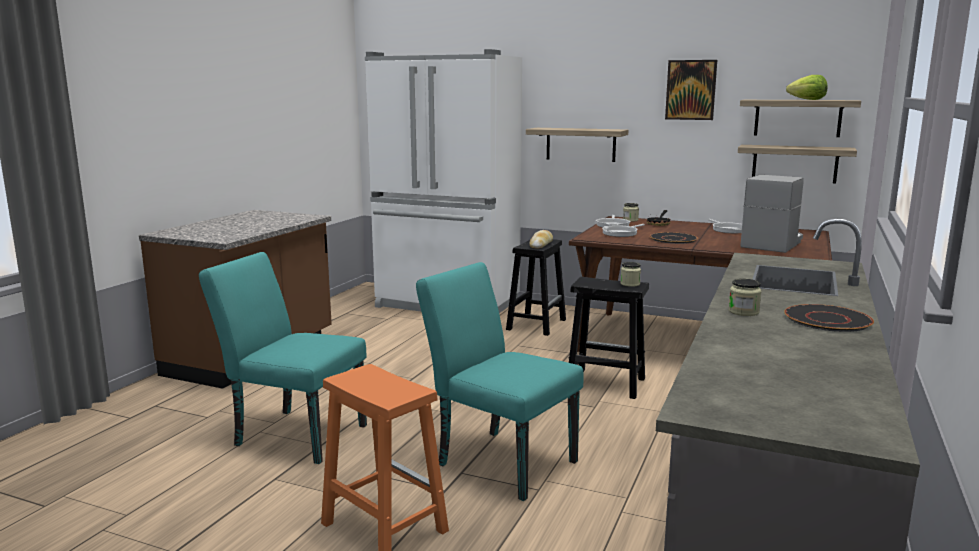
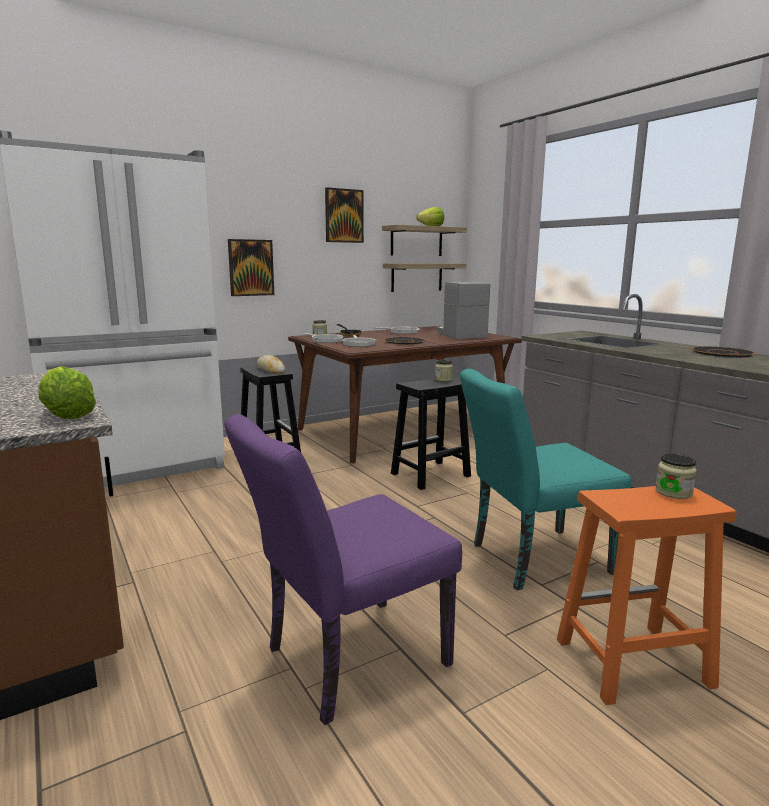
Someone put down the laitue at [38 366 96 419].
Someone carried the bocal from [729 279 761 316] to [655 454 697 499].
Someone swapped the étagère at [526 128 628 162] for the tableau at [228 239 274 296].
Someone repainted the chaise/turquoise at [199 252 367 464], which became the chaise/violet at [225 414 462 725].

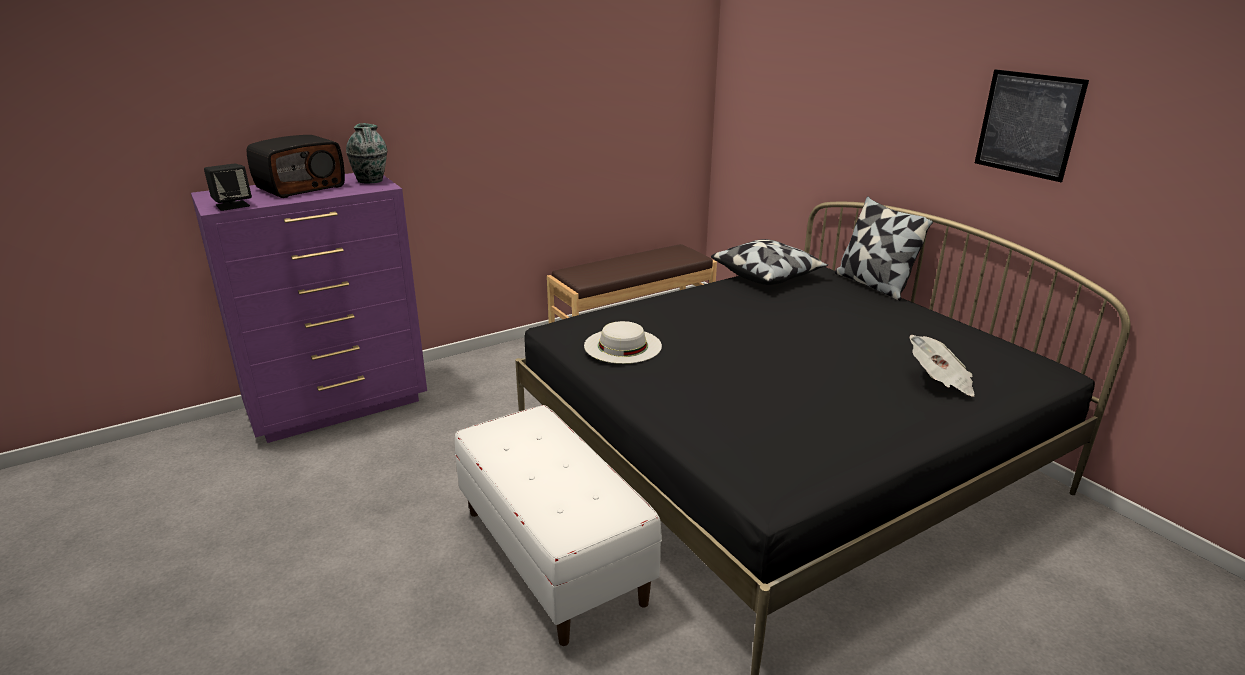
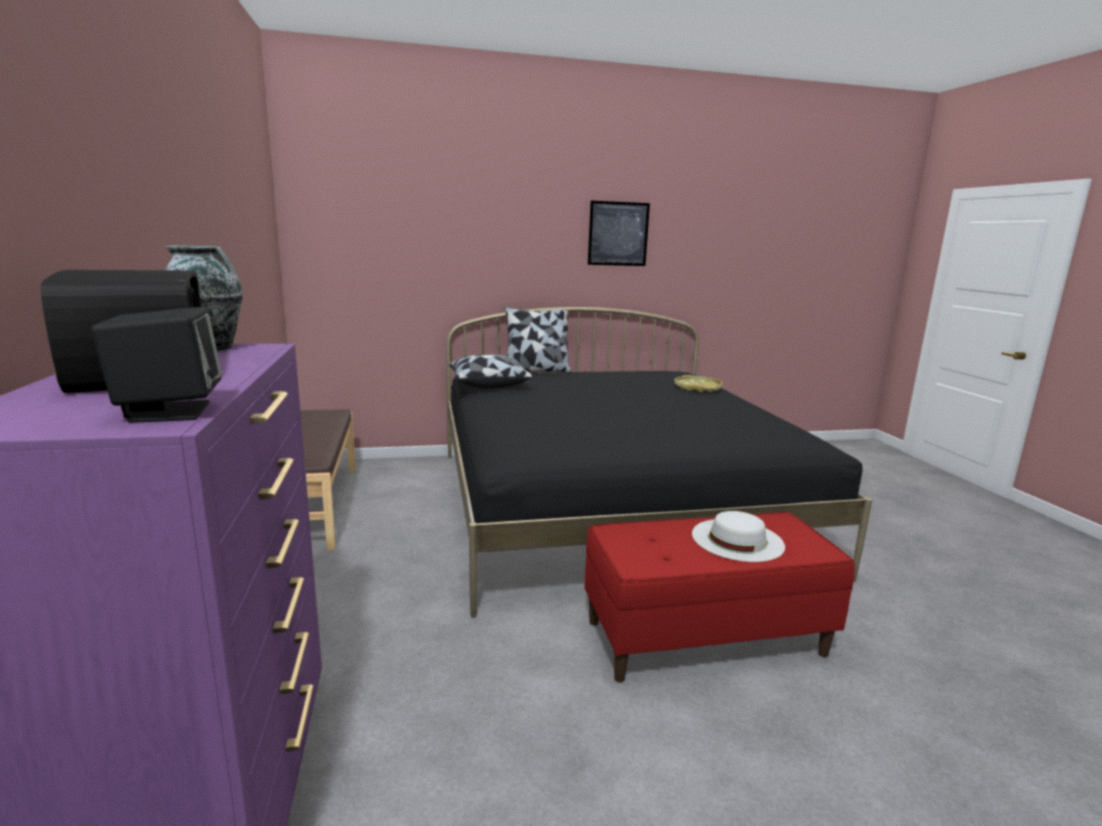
Someone carried the chapeau/blanc from [584 321 662 364] to [692 511 785 562].
Someone swapped the journal at [909 335 974 397] for the plateau/jaune at [674 375 723 392].
Someone repainted the banc/blanc at [455 405 662 646], which became the banc/rouge at [585 512 855 683].

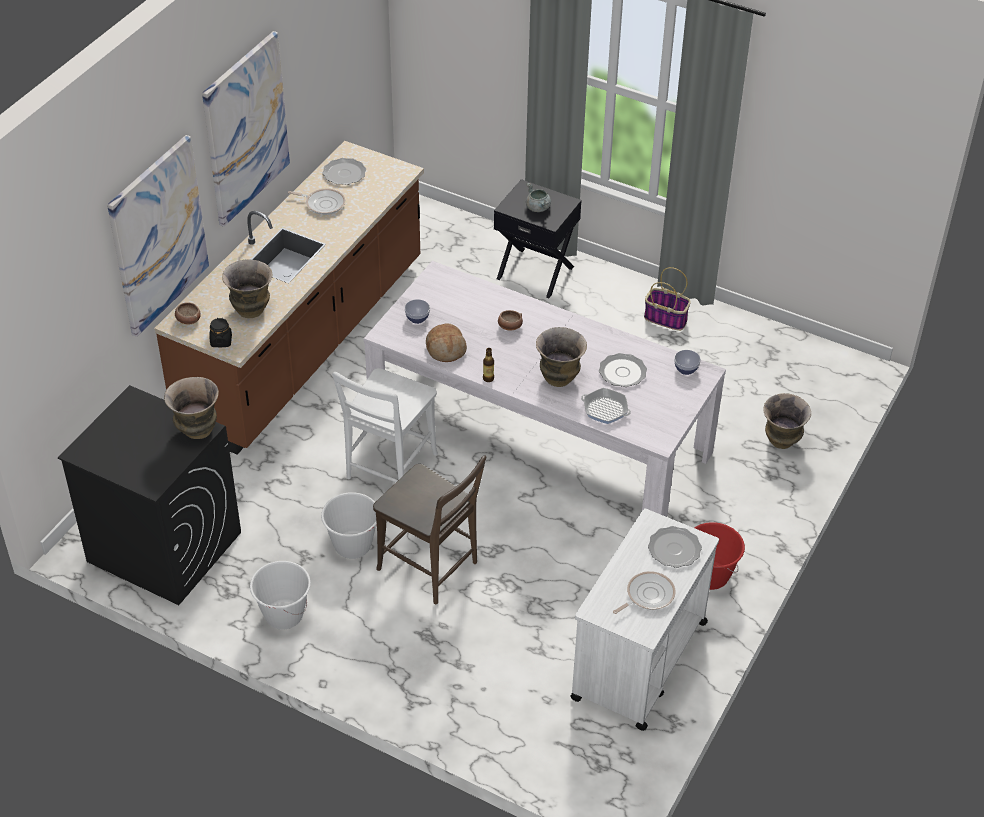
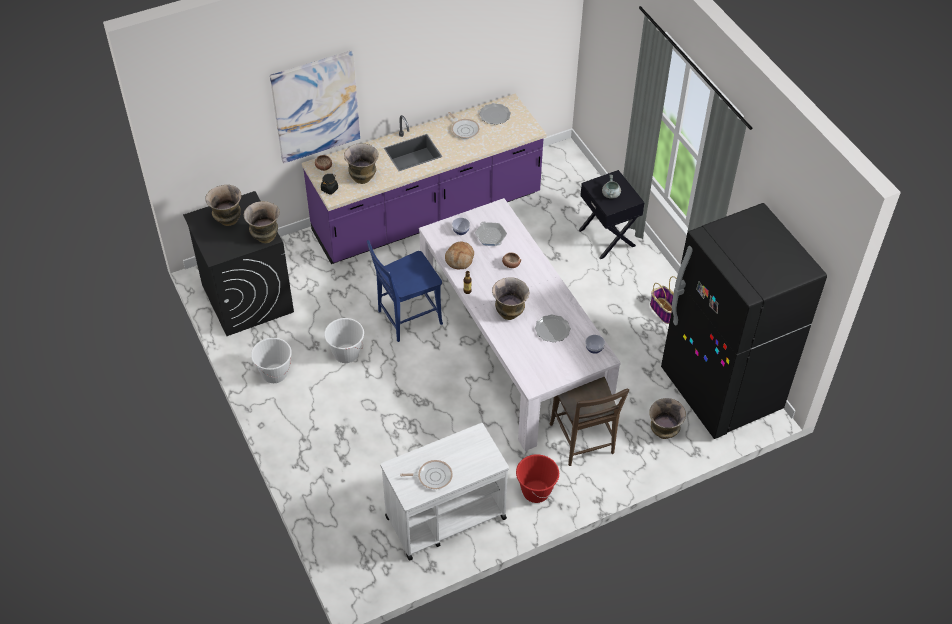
Someone took away the tableau at [202 31 290 227].
Someone took away the assiette at [648 526 702 568].
Someone put down the vase at [205 185 242 226].
Someone put down the réfrigérateur/noir at [661 203 827 439].
Someone carried the chaise/marron from [373 455 487 604] to [550 376 629 466].
Someone carried the poêle from [581 388 631 424] to [475 222 507 246].
Someone repainted the comptoir de cuisine/marron at [154 141 424 455], which became the comptoir de cuisine/violet at [302 94 547 264].
Someone repainted the chaise/blanc at [332 368 438 482], which became the chaise/bleu at [367 240 443 342].

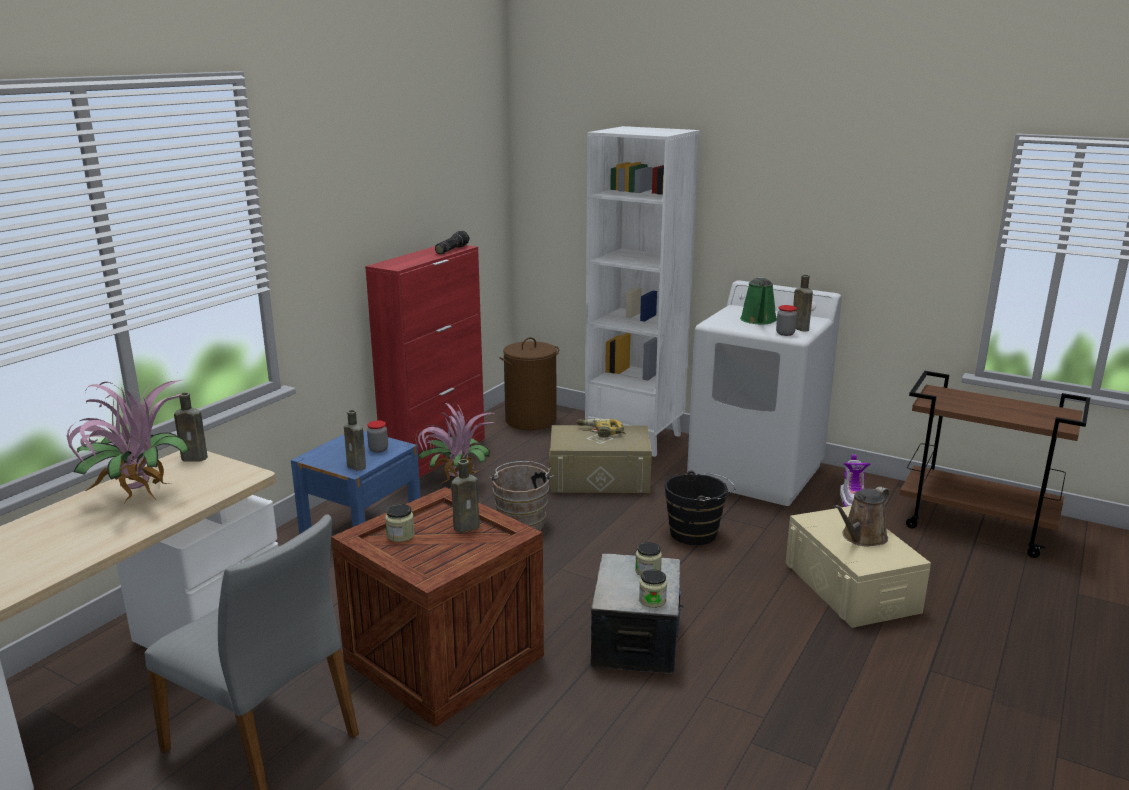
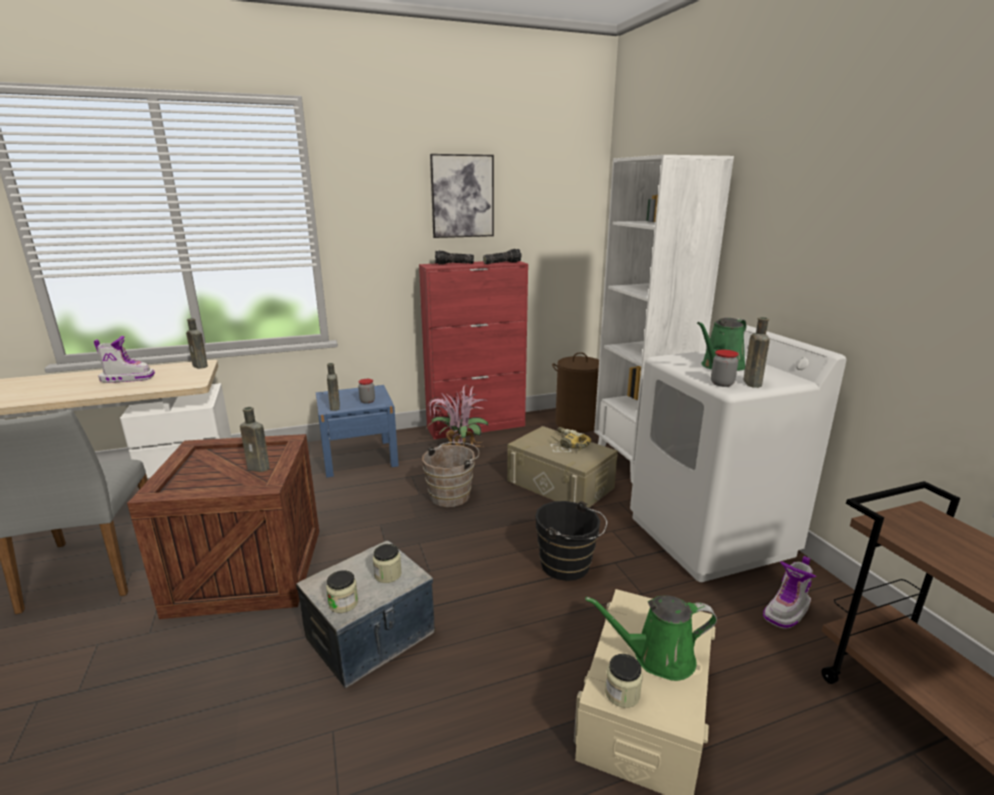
Someone put up the tableau at [430 154 494 238].
Someone put down the lampe de poche at [435 250 474 264].
Someone carried the bocal from [385 504 415 542] to [605 654 643 708].
Someone swapped the plante en pot at [67 376 189 504] for the botte at [94 336 155 383].
Someone repainted the arrosoir/marron at [834 487 890 547], which became the arrosoir/vert at [585 596 717 681].

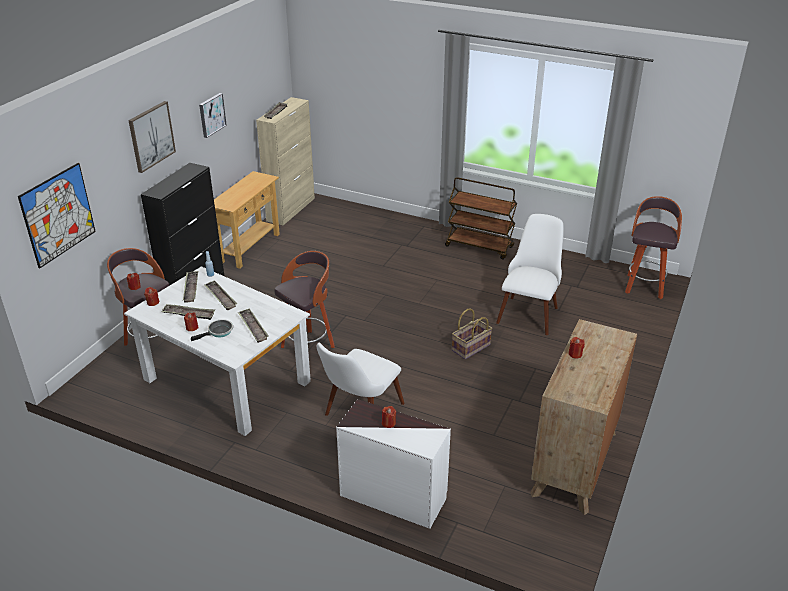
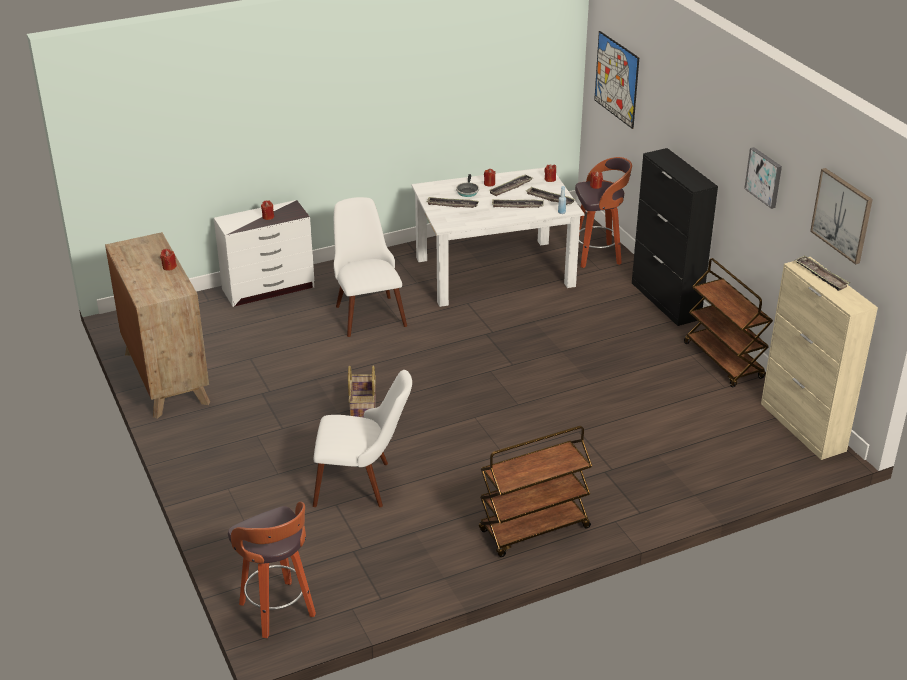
Someone took away the tabouret at [274 251 335 348].
Someone carried the tableau from [128 101 176 173] to [810 168 873 264].
Someone swapped the table console/beige at [214 171 280 269] for the chariot/marron at [684 258 773 387].
Someone rotated the chaise/blanc at [496 214 564 335] by 60 degrees counterclockwise.

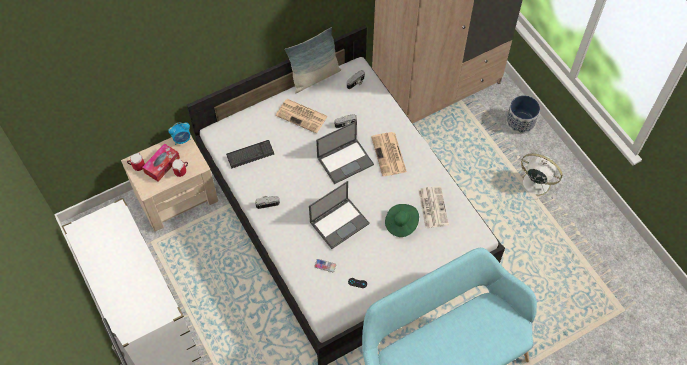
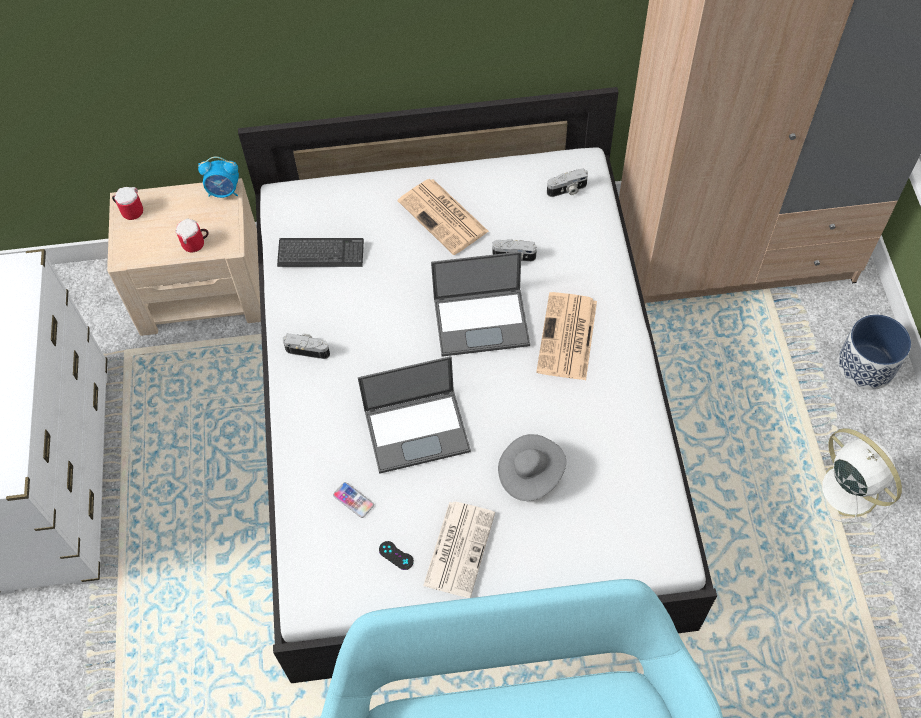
Someone took away the boîte à mouchoirs at [142 143 180 181].
Someone took away the coussin at [285 27 341 93].
Someone carried the journal from [418 186 449 228] to [423 502 495 598].
Someone repainted the chapeau/vert at [385 204 419 237], which became the chapeau/gris at [498 434 566 501].

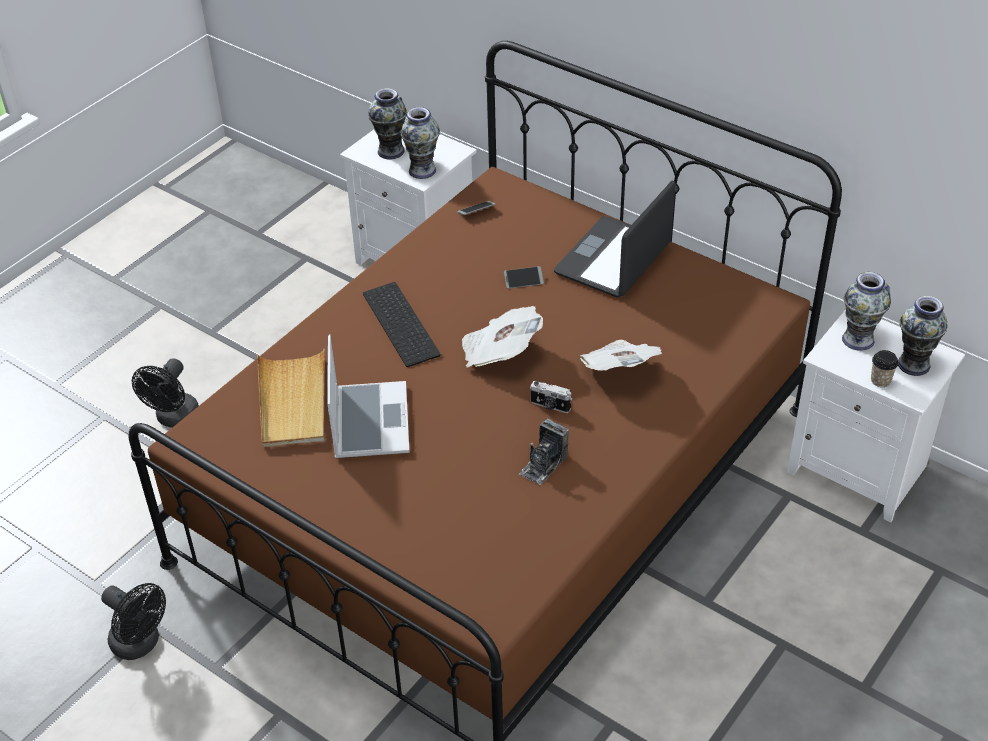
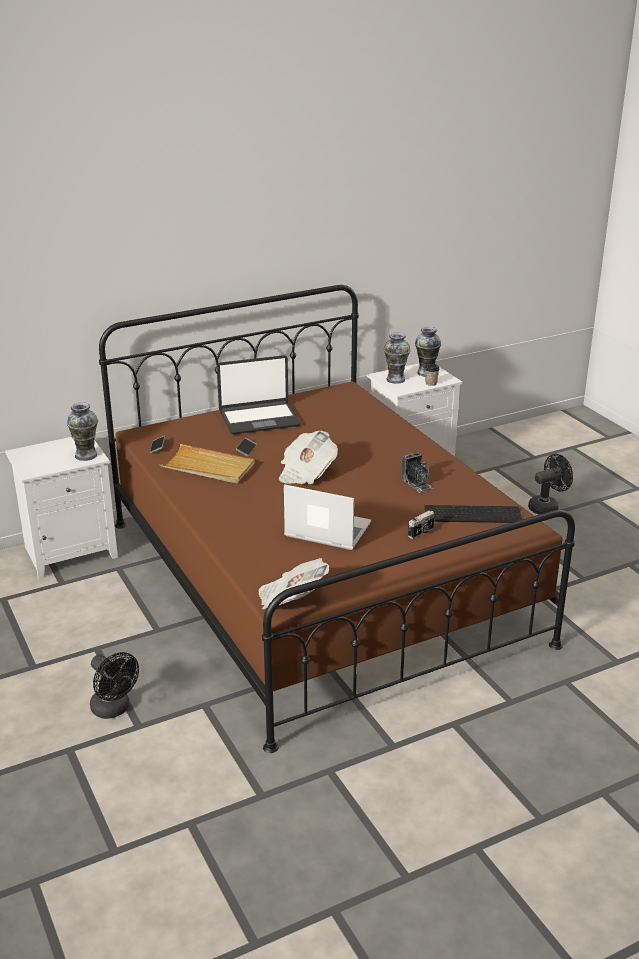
Someone took away the vase at [368 88 407 159].
Someone carried the ventilateur/noir from [101 583 166 660] to [528 454 573 515].
Someone carried the plateau/beige from [257 348 325 447] to [159 444 255 484].
Someone carried the clavier from [363 282 441 367] to [425 505 522 523].
Someone carried the appareil photo from [530 381 572 413] to [408 511 434 539].
Someone carried the journal from [580 339 662 371] to [258 558 329 610].
Someone rotated the ordinateur portable at [554 180 676 298] by 75 degrees counterclockwise.

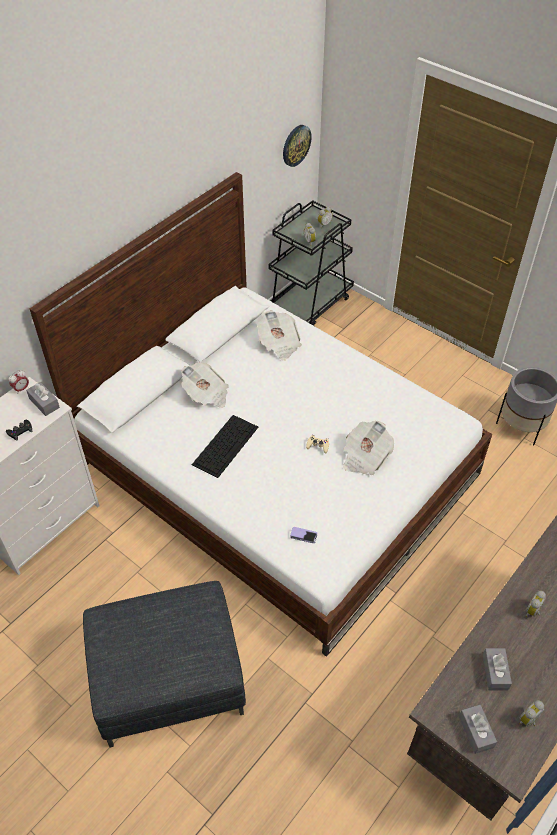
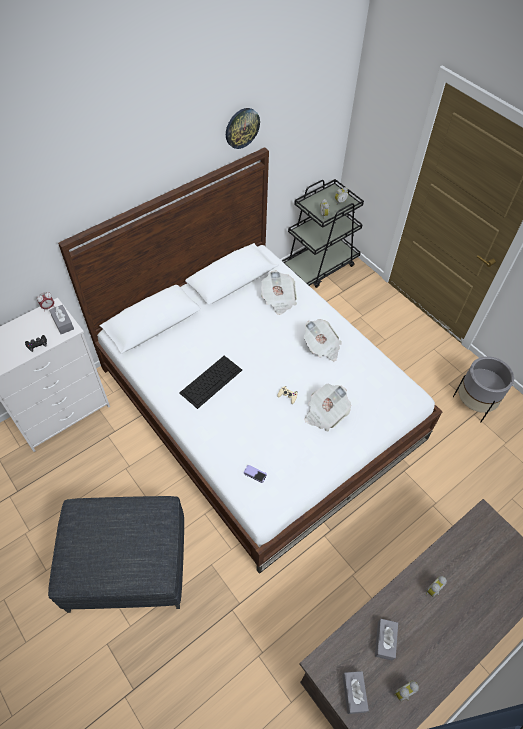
Someone carried the journal from [181 363 229 408] to [304 319 342 361].
Someone carried the horloge murale from [283 125 312 167] to [226 108 260 149].

